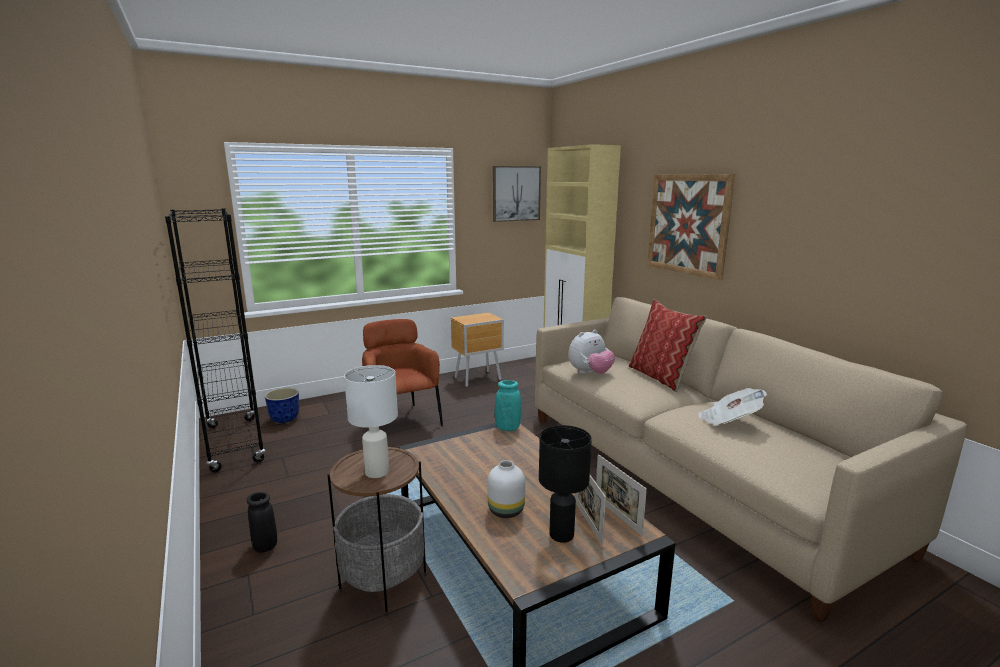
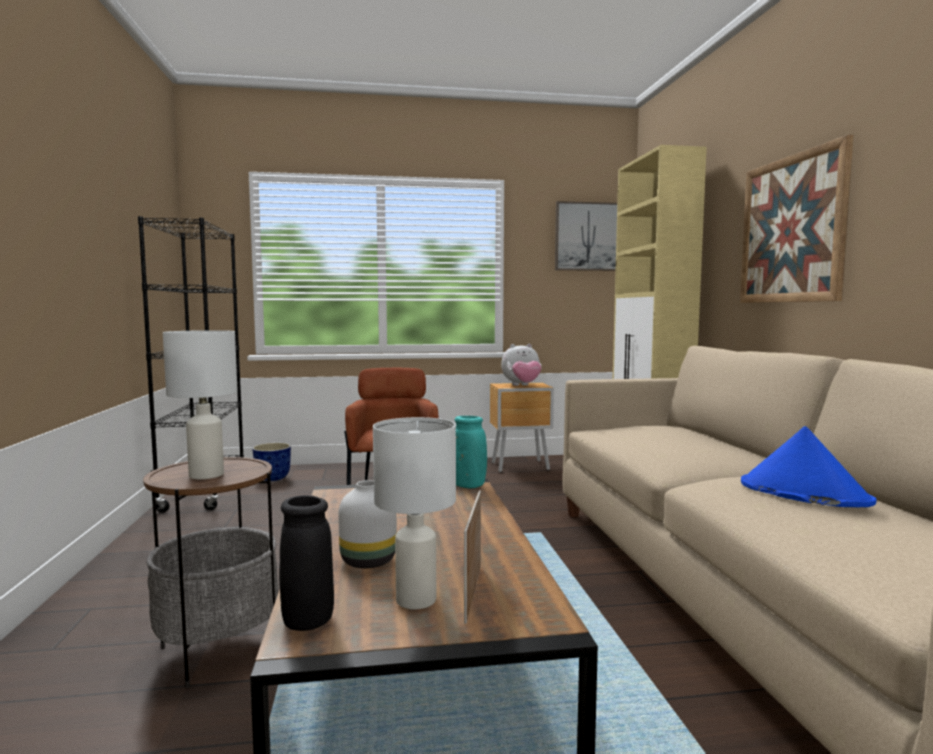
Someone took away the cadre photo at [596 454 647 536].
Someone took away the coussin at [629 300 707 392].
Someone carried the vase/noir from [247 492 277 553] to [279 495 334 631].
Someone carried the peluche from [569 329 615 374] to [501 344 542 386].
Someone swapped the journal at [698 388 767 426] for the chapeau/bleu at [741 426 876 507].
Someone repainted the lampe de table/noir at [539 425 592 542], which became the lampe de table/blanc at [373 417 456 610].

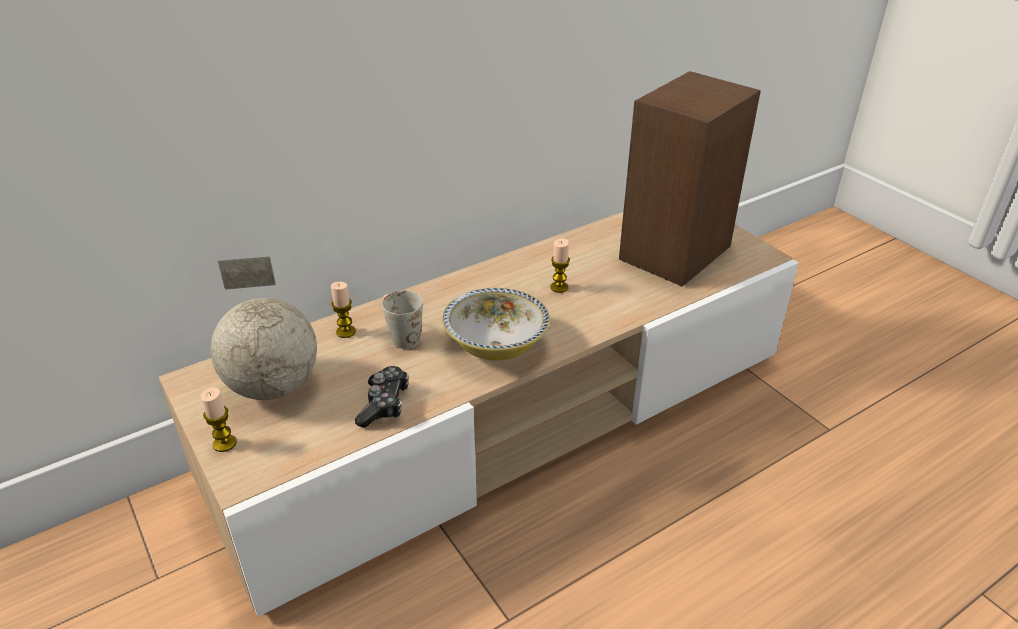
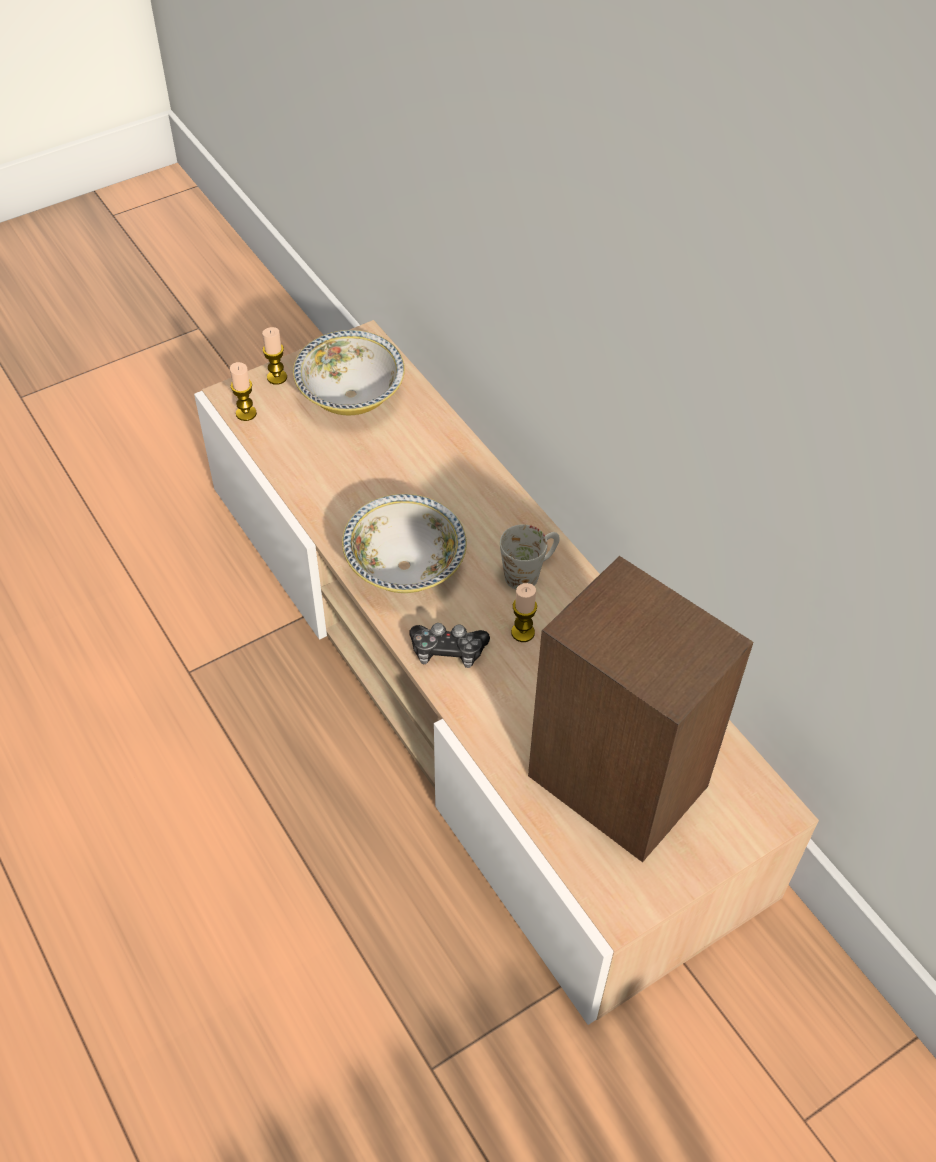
Someone carried the bougie from [331 282 356 338] to [230 362 257 421].
Someone carried the manette from [355 366 409 427] to [409 623 490 668].
Someone carried the mug/blanc from [382 290 423 349] to [500 524 560 589].
Someone swapped the globe at [211 257 317 400] for the bol at [293 330 405 415].

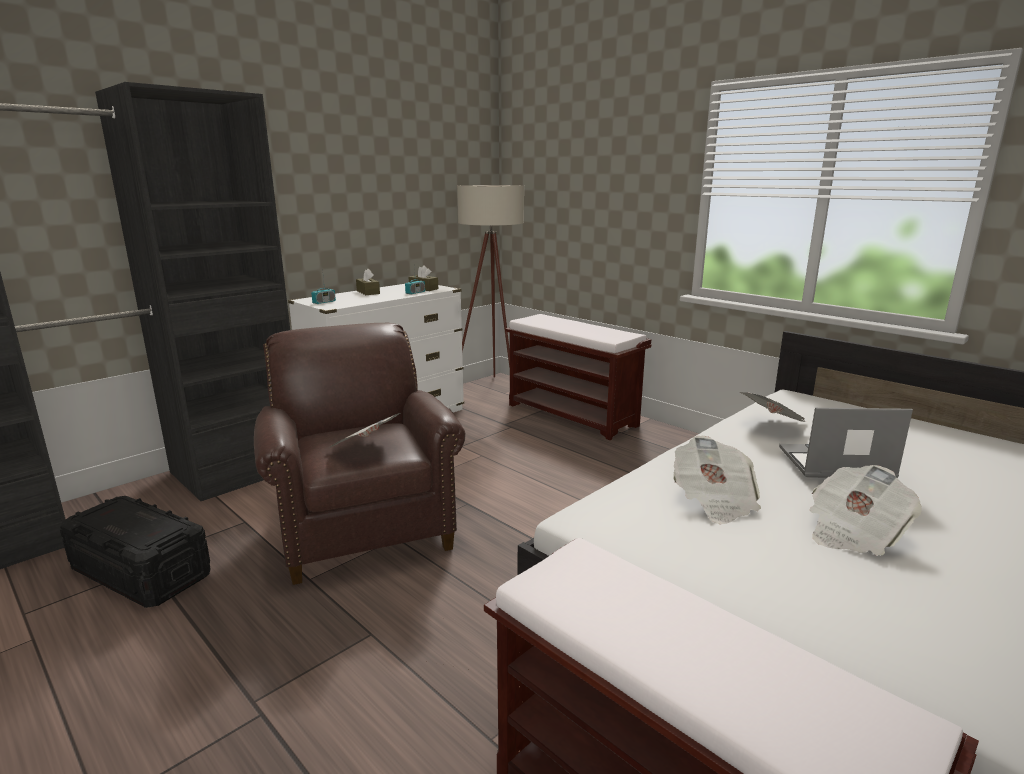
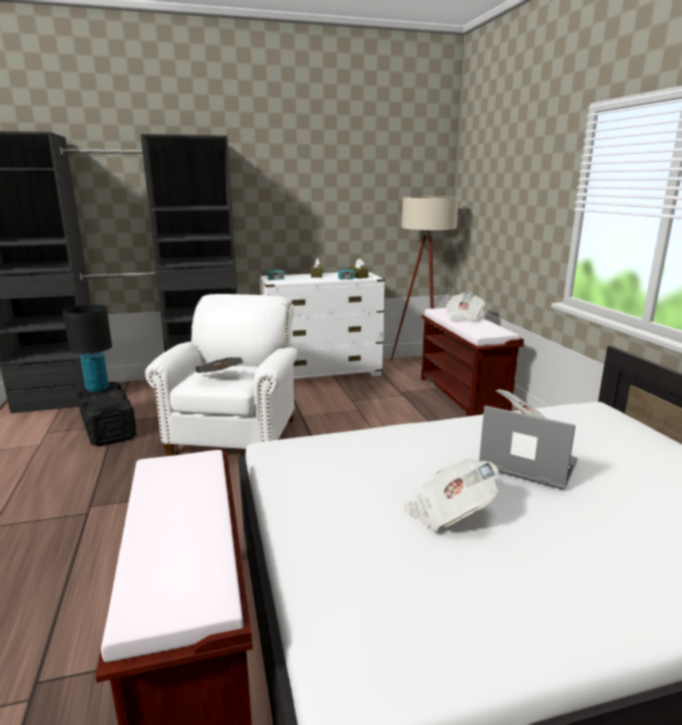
Someone put down the lampe de table/noir at [63 304 112 392].
Someone carried the journal from [673 436 761 525] to [446 292 485 323].
Someone repainted the fauteuil/marron at [254 323 466 585], which became the fauteuil/blanc at [145 294 297 456].

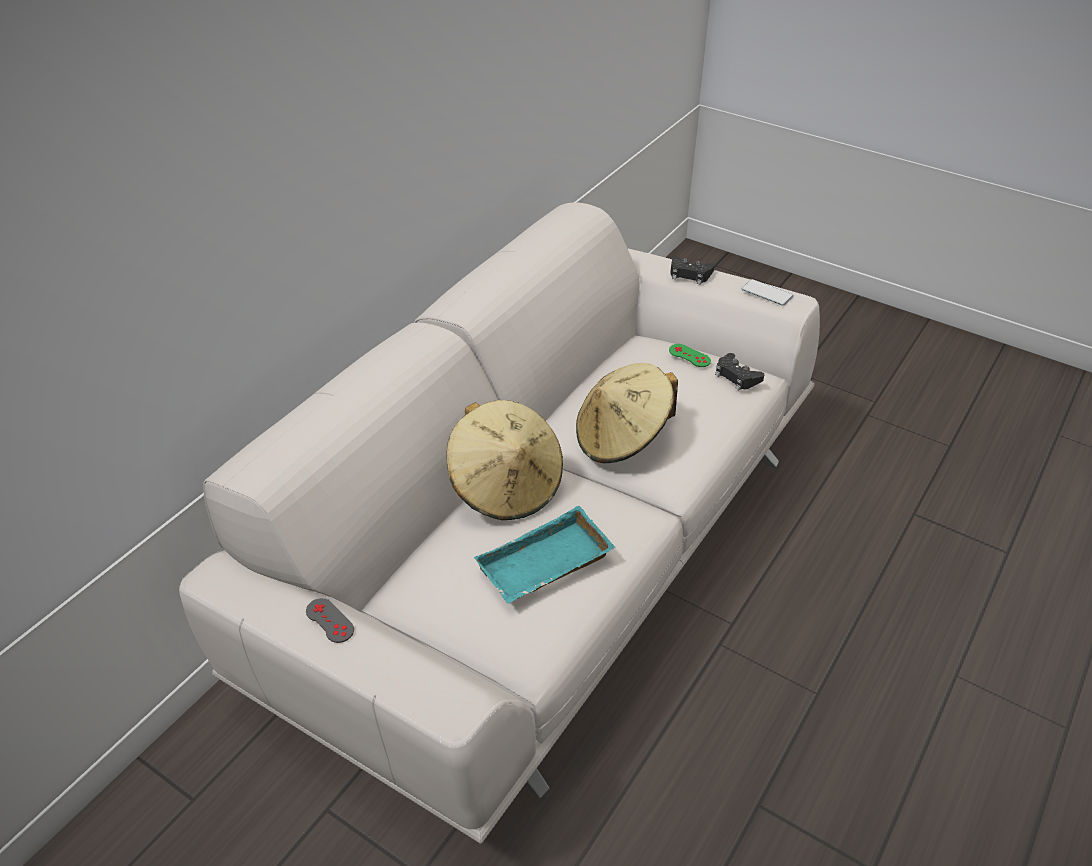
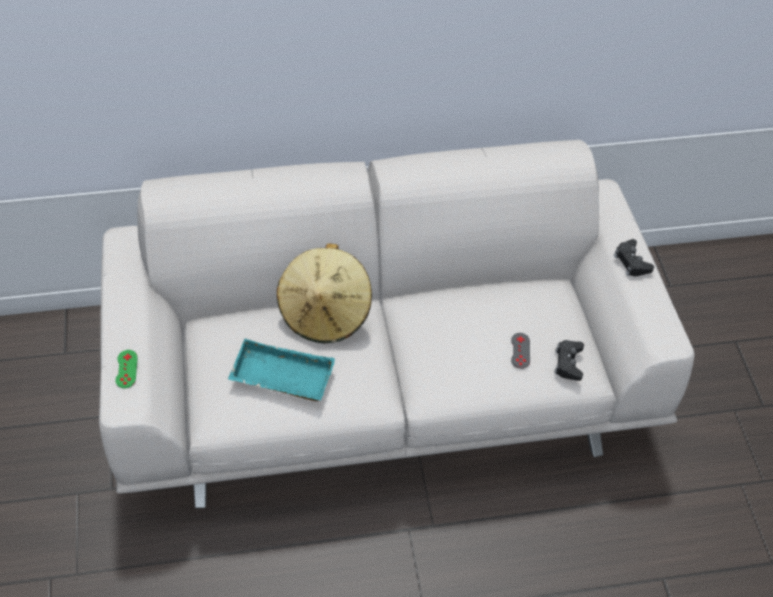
Someone took away the chapeau/beige at [576 363 678 463].
Someone took away the téléphone at [741 279 794 306].
Someone carried the manette/gris from [306 598 354 643] to [511 333 530 369].
Someone carried the manette/vert from [669 344 711 367] to [115 350 138 388].

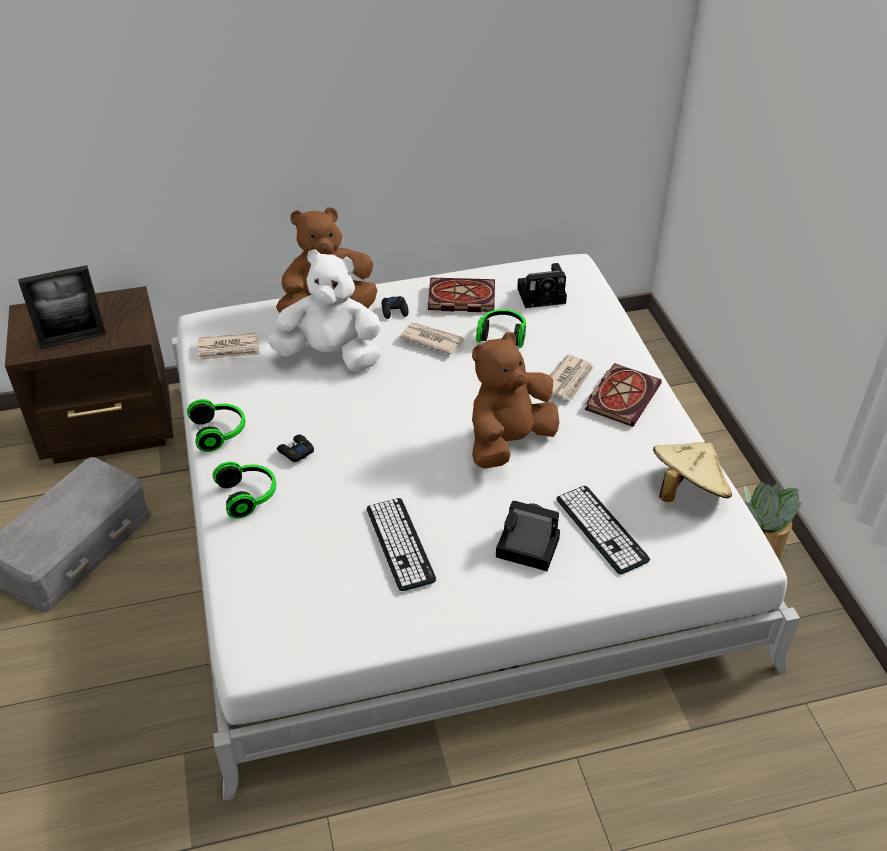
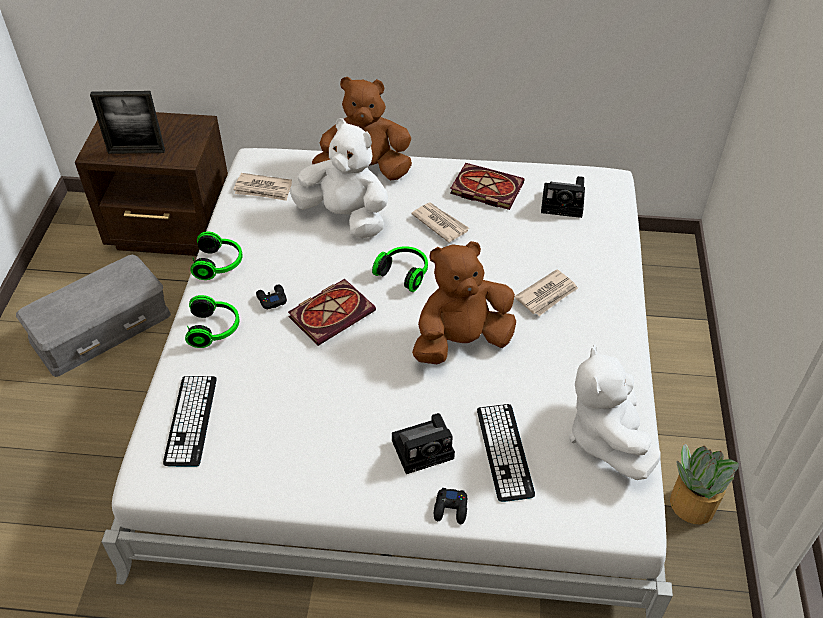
Someone carried the clavier from [367 498 436 591] to [163 376 216 467].
Someone carried the manette/noir from [381 296 409 319] to [434 488 467 524].
Someone carried the casque audio from [476 309 526 348] to [372 246 428 292].
Someone carried the livre from [585 363 662 427] to [288 279 376 346].
Someone swapped the chapeau/beige at [653 442 732 502] for the peluche/blanc at [569 344 661 480].
Someone rotated the appareil photo at [496 500 560 571] by 120 degrees clockwise.

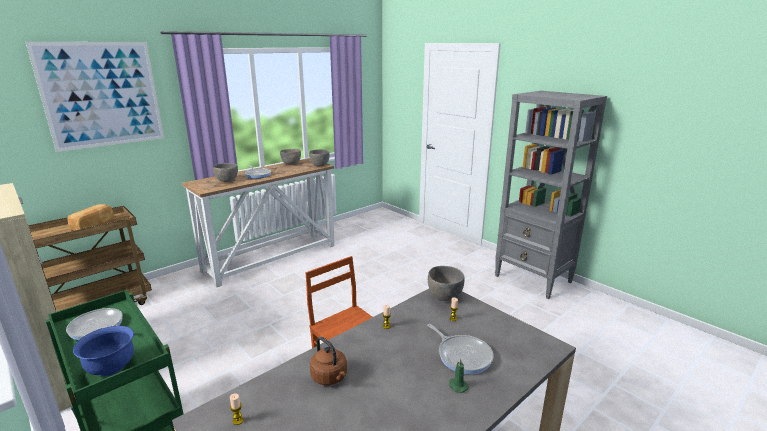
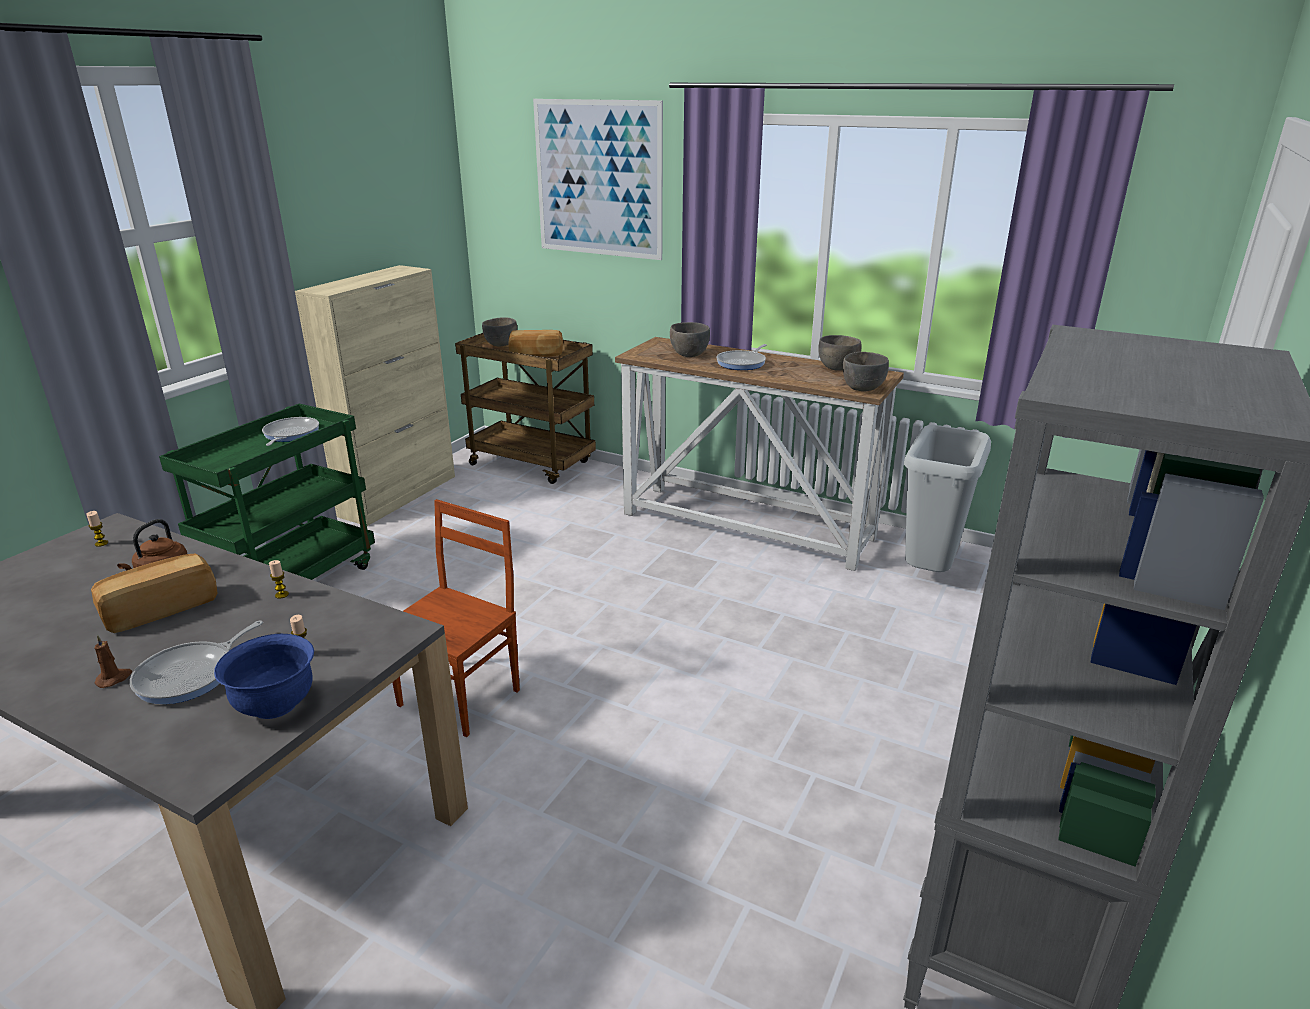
Someone put down the pain at [91 554 218 633].
Someone put down the poubelle/gris at [904 425 991 572].
Someone carried the bol/bleu from [73 326 134 376] to [214 634 314 719].
Someone carried the bol/gris from [428 266 465 301] to [482 317 517 346].
Someone repainted the bougie/vert at [449 358 469 393], which became the bougie/marron at [94 635 132 688].

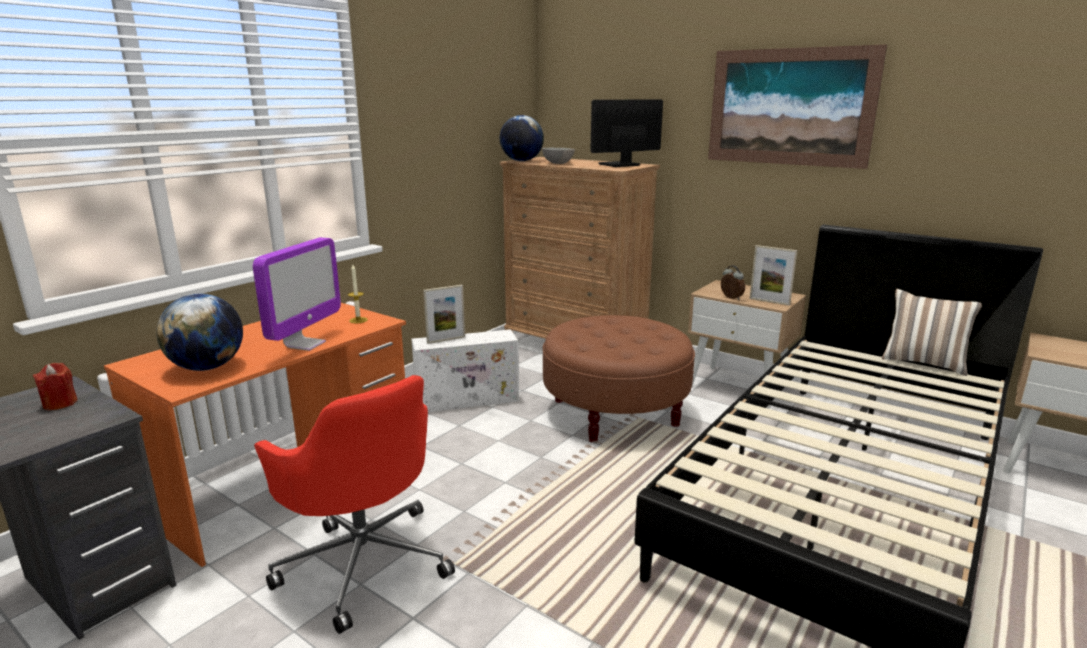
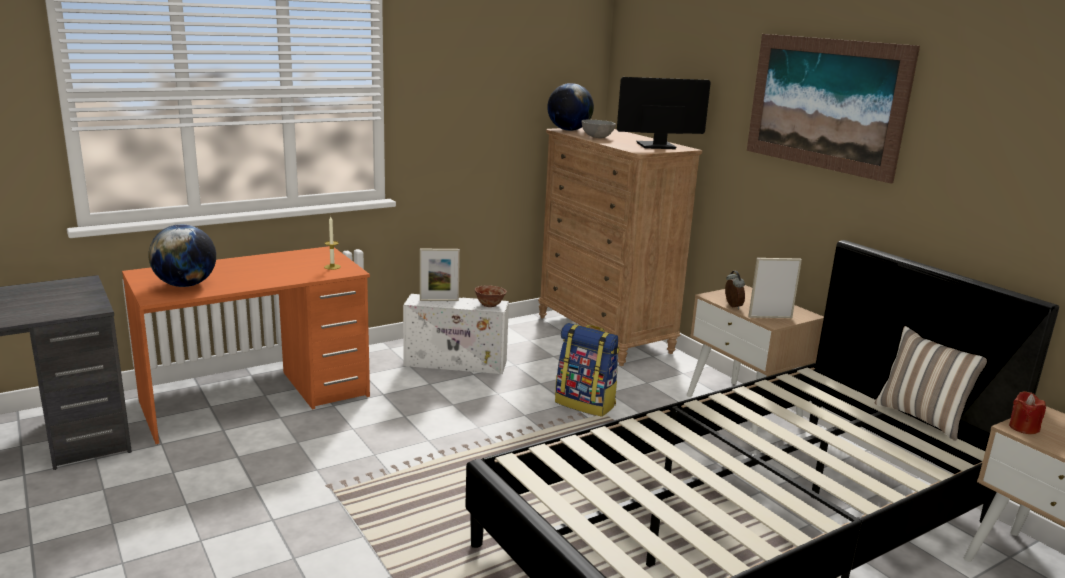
Someone took away the écran d'ordinateur at [253 237 341 351].
Someone took away the chaise de bureau/rouge at [254 375 455 634].
Someone put down the bol at [475 285 507 307].
Someone carried the bougie/rouge from [33 363 78 410] to [1009 391 1046 434].
Someone swapped the pouf/marron at [543 315 695 443] for the sac à dos at [555 323 620 417].
Someone rotated the cadre photo at [750 245 797 306] by 120 degrees clockwise.

